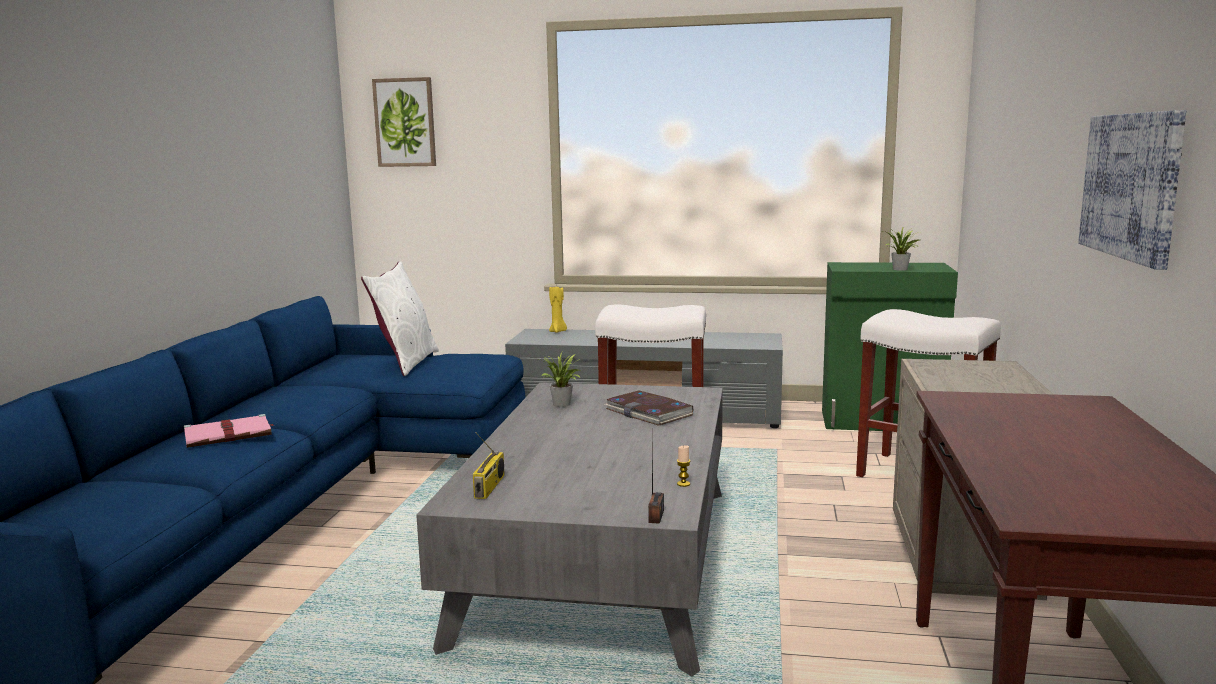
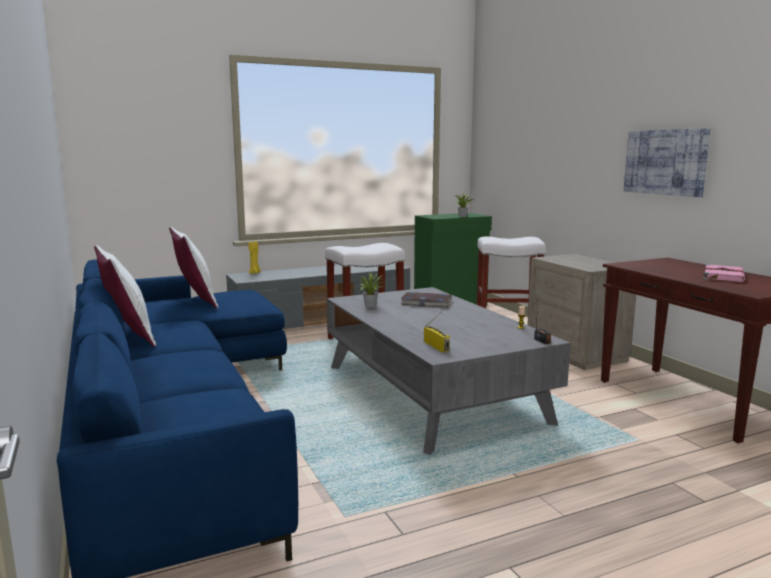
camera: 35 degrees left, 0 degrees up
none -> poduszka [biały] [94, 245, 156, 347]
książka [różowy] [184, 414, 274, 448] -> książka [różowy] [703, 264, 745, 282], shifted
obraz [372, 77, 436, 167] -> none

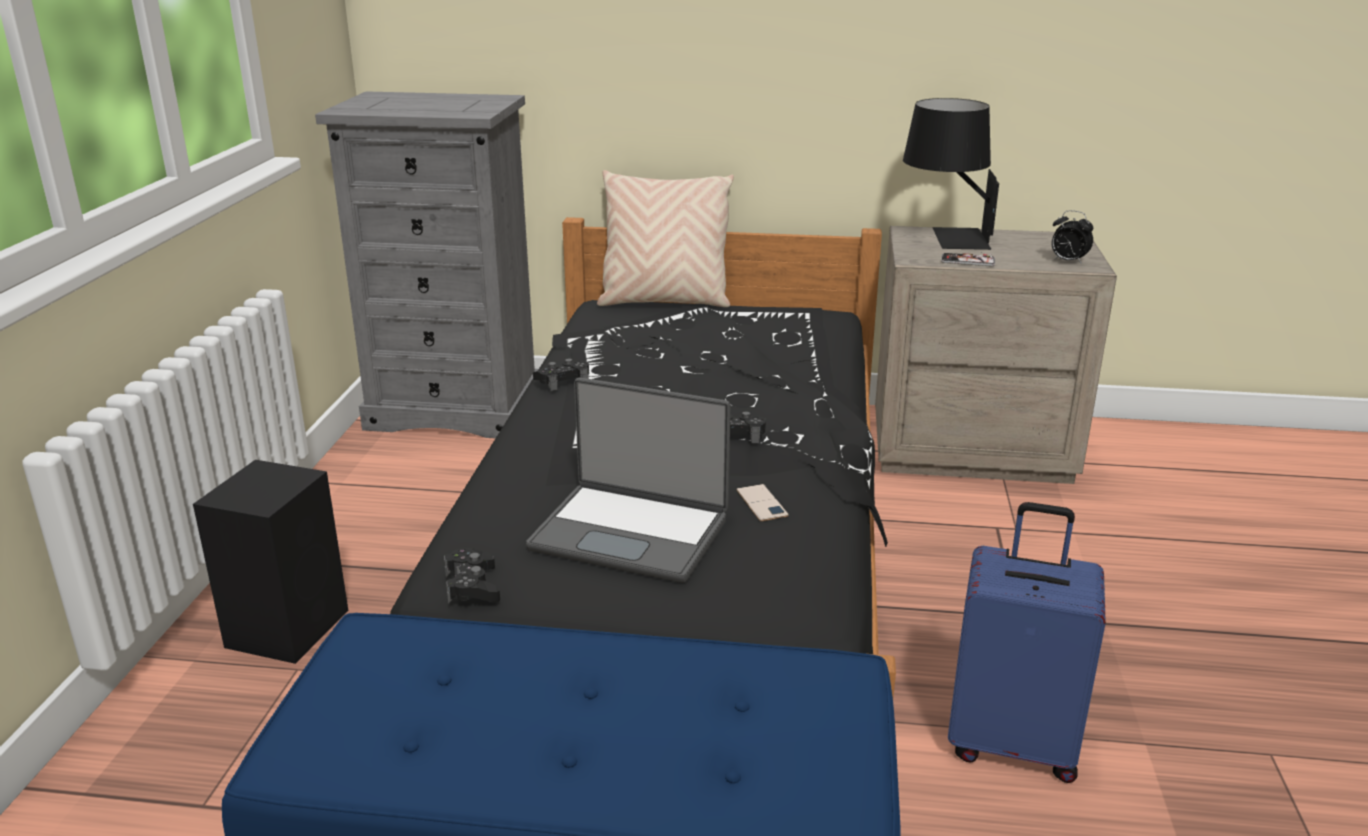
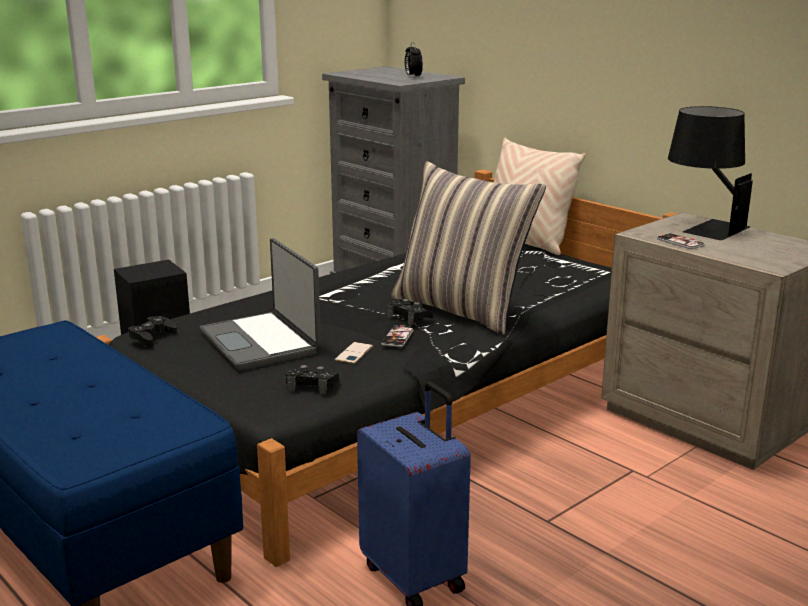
camera: 40 degrees right, 5 degrees down
pad do gier [czarny] [533, 359, 589, 391] -> pad do gier [czarny] [285, 365, 339, 394], shifted
none -> telefon [381, 325, 414, 347]
none -> poduszka [391, 161, 546, 335]
budzik [1052, 210, 1093, 263] -> budzik [405, 42, 423, 78], shifted

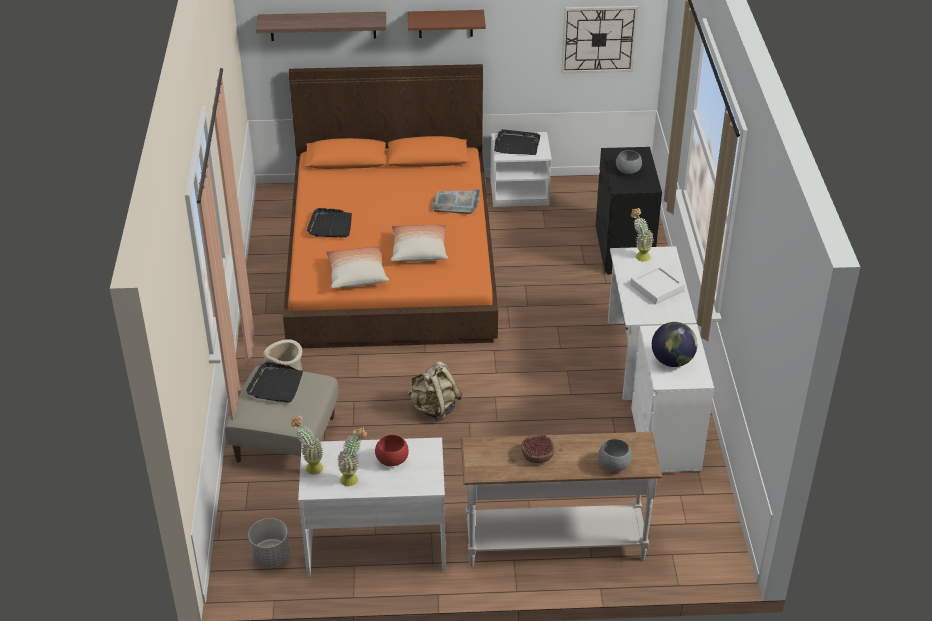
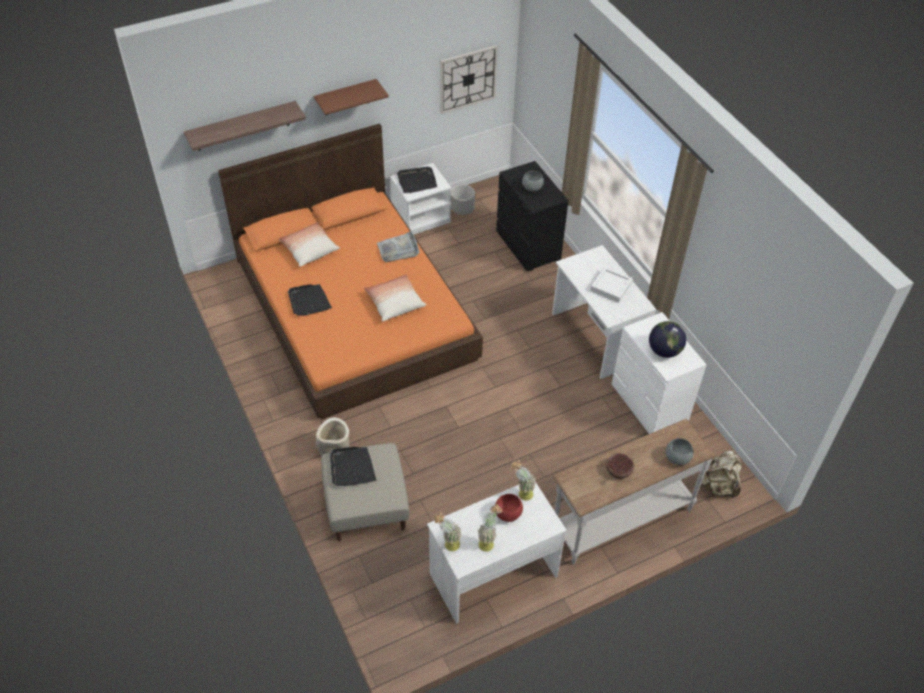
camera: 25 degrees left, 10 degrees up
poduszka [326, 246, 389, 288] -> poduszka [279, 222, 340, 267], shifted
donica [szary] [248, 518, 290, 568] -> donica [szary] [451, 185, 475, 215], shifted
roślina doniczkowa [631, 208, 654, 262] -> roślina doniczkowa [512, 460, 536, 501], shifted
plecak [beżowy] [408, 361, 462, 422] -> plecak [beżowy] [702, 451, 742, 498], shifted

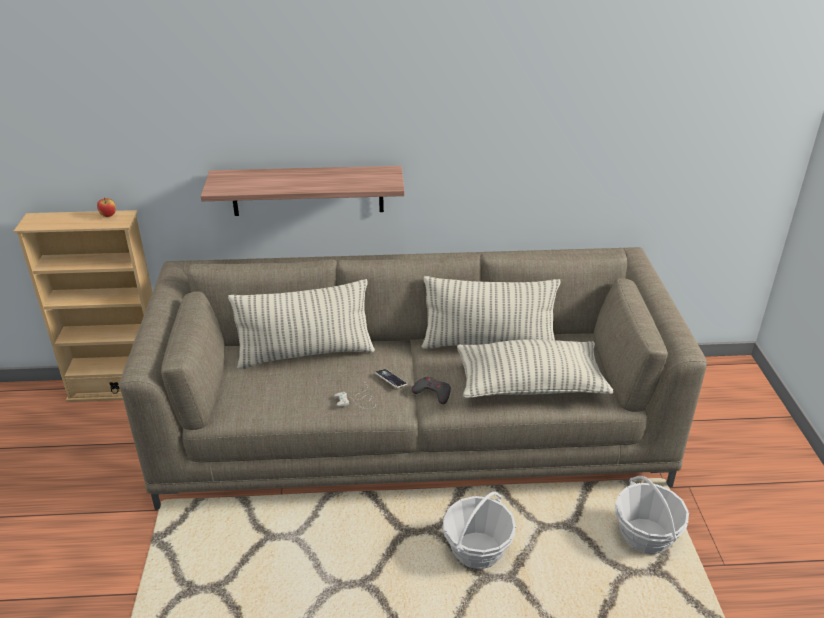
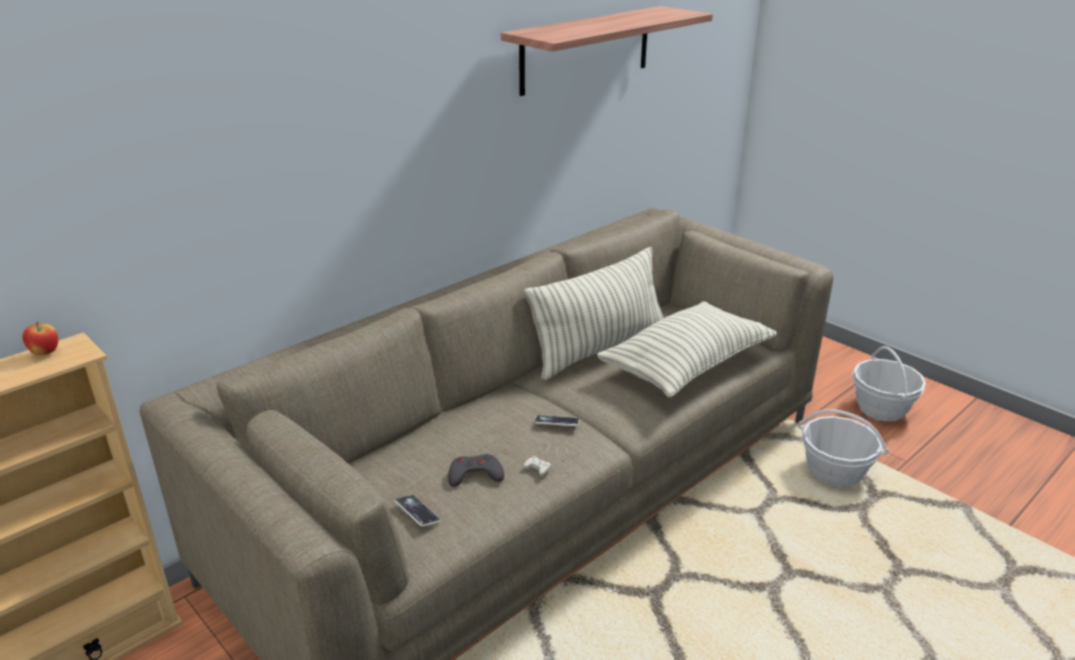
camera: 40 degrees left, 5 degrees down
none -> telefon [395, 495, 441, 527]
pad do gier [szary] [411, 377, 451, 404] -> pad do gier [szary] [448, 454, 504, 487], shifted
półka [201, 166, 405, 216] -> półka [501, 6, 713, 96], shifted
koszyk [442, 492, 516, 569] -> koszyk [852, 346, 926, 422], shifted
poduszka [228, 279, 375, 370] -> none

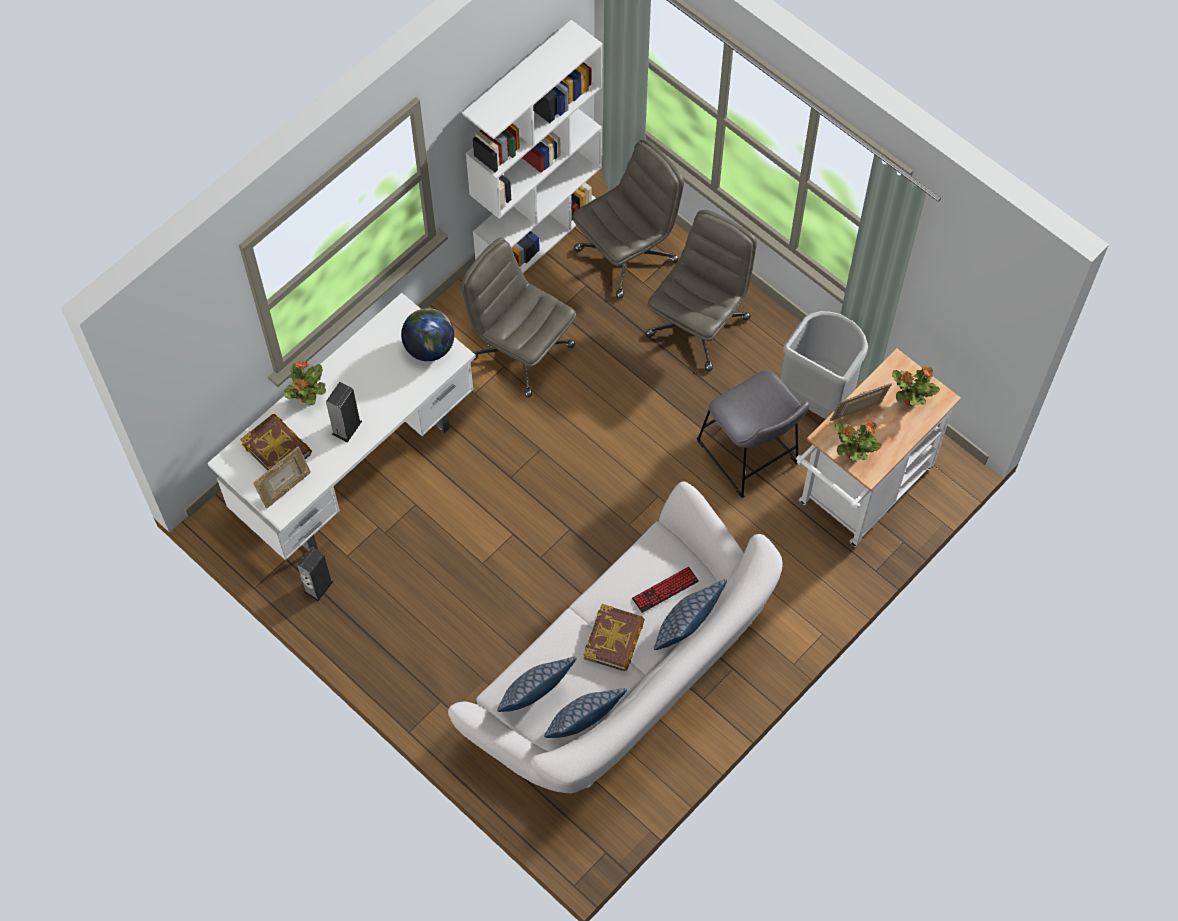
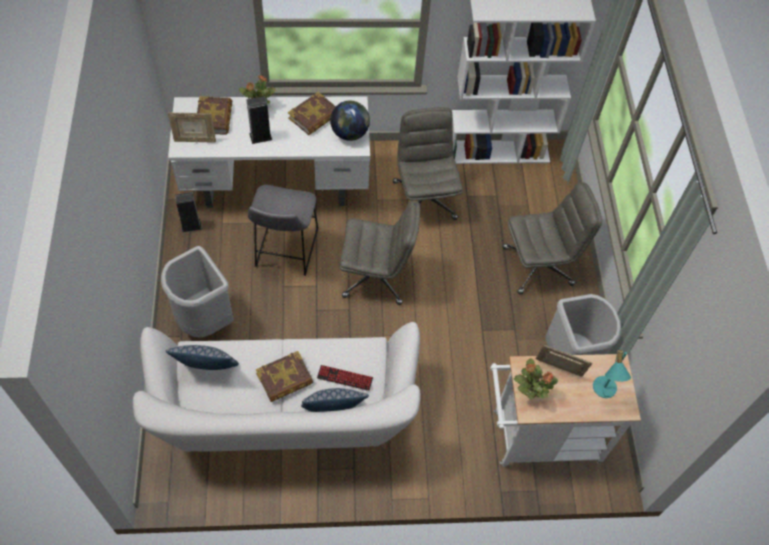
camera: 40 degrees right, 5 degrees down
none -> kosz na śmieci [szary] [161, 246, 234, 338]
stołek [szary] [697, 370, 810, 498] -> stołek [szary] [248, 185, 318, 276], shifted
none -> książka [288, 92, 336, 135]
krzesło biurowe [szary] [572, 139, 684, 298] -> krzesło biurowe [szary] [340, 201, 420, 305], shifted
roślina doniczkowa [892, 366, 940, 406] -> lampa stołowa [turkusowy] [593, 347, 631, 398]
poduszka [544, 688, 627, 738] -> none

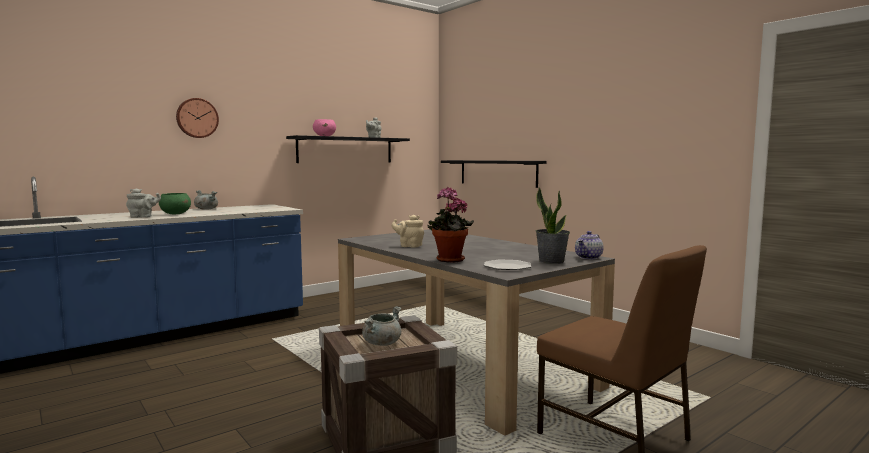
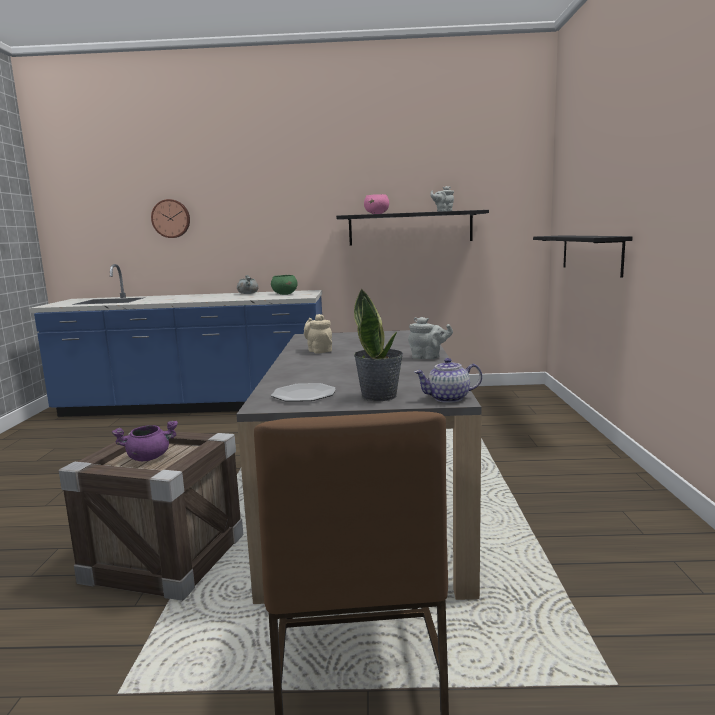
camera: 40 degrees right, 5 degrees up
garnek [szary] [362, 306, 401, 346] -> garnek [fioletowy] [112, 421, 178, 461]
zegar ścienny [176, 98, 219, 138] -> zegar ścienny [151, 199, 190, 238], shifted
miska [zielony] [159, 193, 191, 214] -> miska [zielony] [271, 275, 298, 295], shifted
imbryk [szary] [126, 188, 161, 218] -> imbryk [szary] [408, 317, 453, 359], shifted
roślina doniczkowa [428, 187, 474, 263] -> none

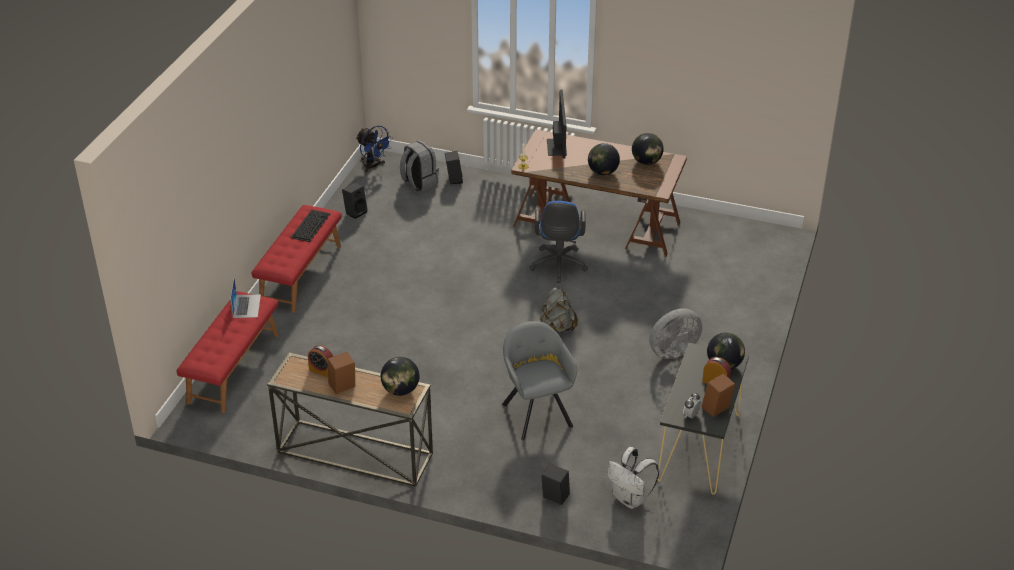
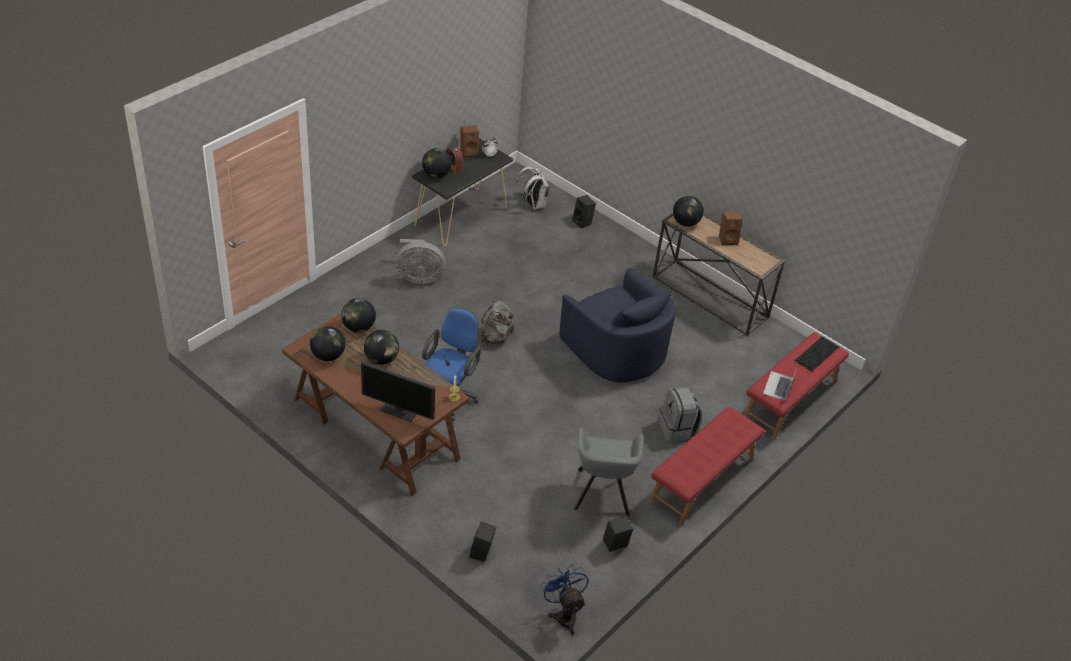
camera: 160 degrees left, 5 degrees up
none -> globus [341, 298, 376, 332]
monitor [547, 90, 567, 158] -> monitor [361, 361, 435, 422], 90 degrees counterclockwise
none -> fotel [niebieski] [560, 268, 676, 382]
fotel [szary] [502, 321, 577, 440] -> fotel [szary] [574, 427, 643, 516], shifted
plecak [szary] [400, 140, 439, 191] -> plecak [szary] [658, 387, 702, 442], shifted
klawiatura [290, 210, 331, 242] -> klawiatura [795, 336, 839, 371], shifted
budzik [308, 345, 334, 378] -> none

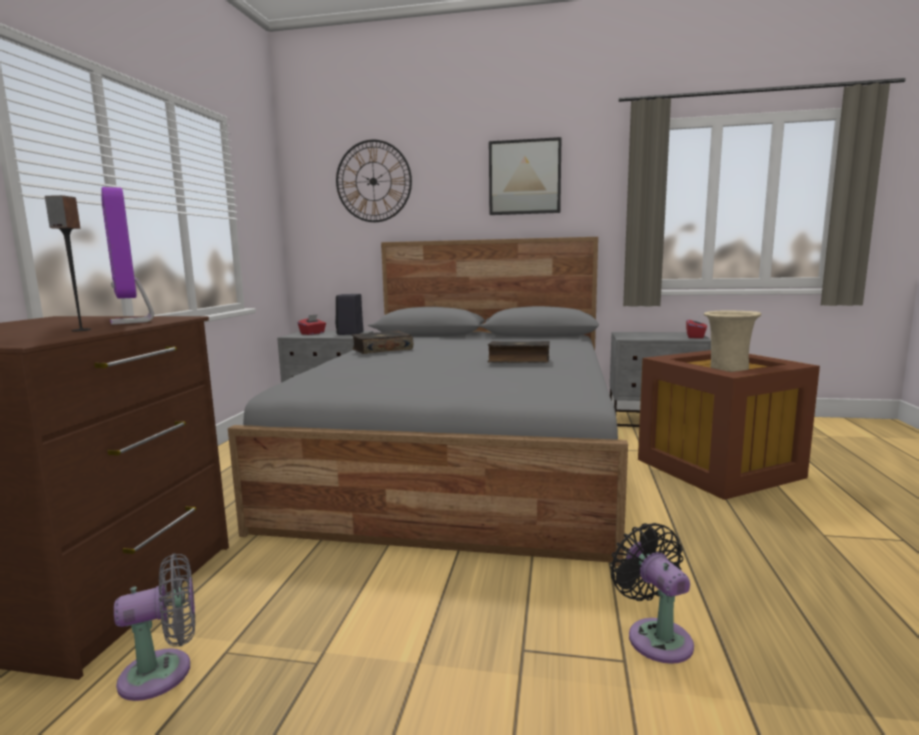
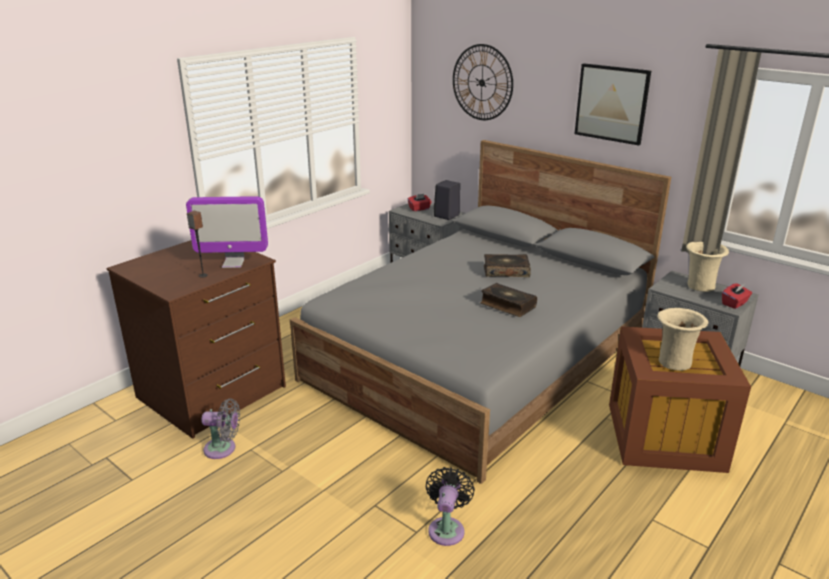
camera: 30 degrees right, 15 degrees up
monitor [101, 187, 154, 325] -> monitor [186, 196, 268, 268], 90 degrees counterclockwise
książka [352, 330, 413, 354] -> książka [484, 254, 531, 277], shifted
none -> wazon [beżowy] [686, 242, 729, 292]

